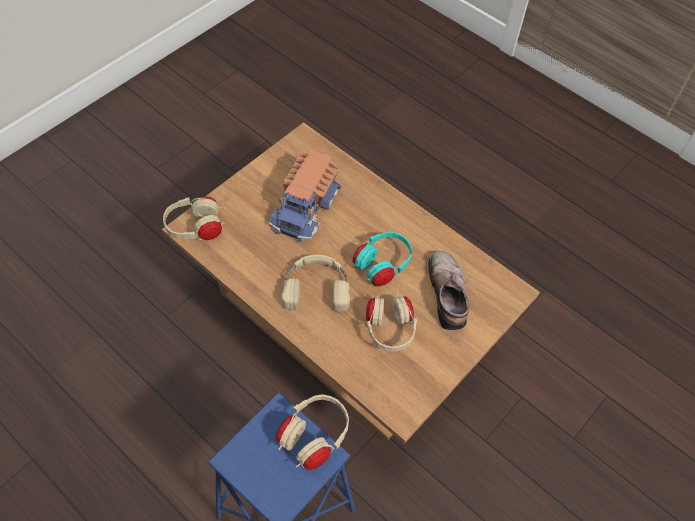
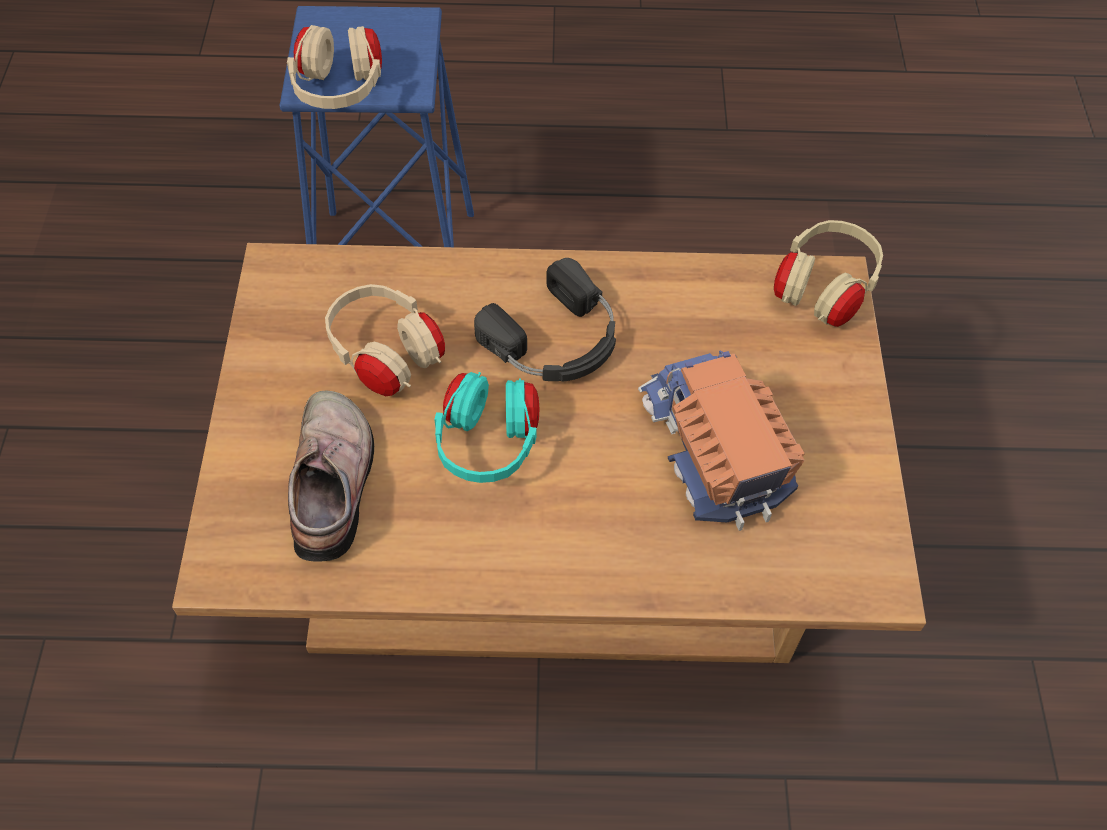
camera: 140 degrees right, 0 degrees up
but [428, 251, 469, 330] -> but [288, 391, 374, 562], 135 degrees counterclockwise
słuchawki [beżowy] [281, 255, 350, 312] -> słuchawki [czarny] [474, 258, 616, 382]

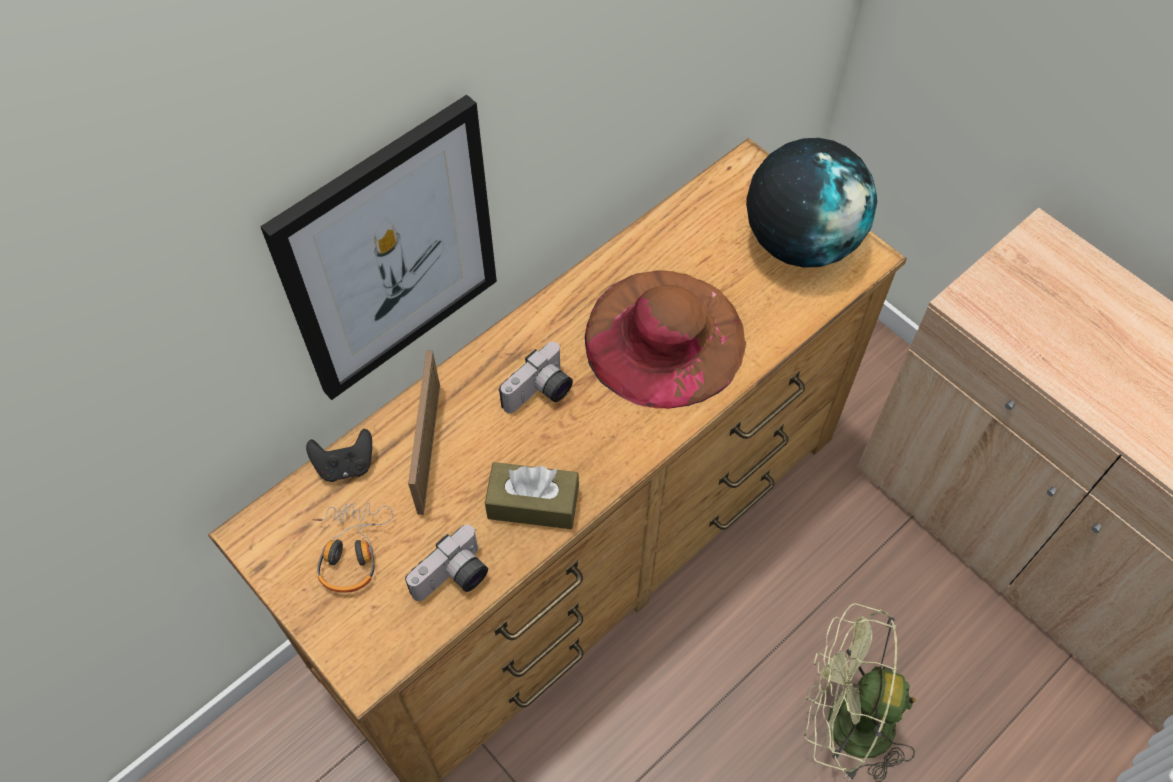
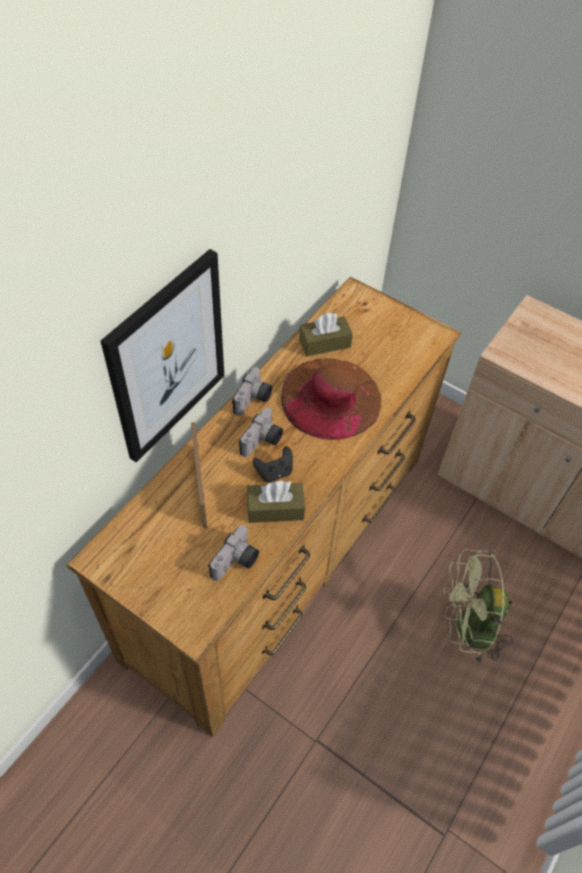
camera: 15 degrees left, 5 degrees down
none -> aparat fotograficzny [232, 367, 272, 416]
pad do gier [czarny] [306, 429, 372, 482] -> pad do gier [czarny] [253, 446, 293, 482], shifted
none -> pudełko chusteczek [brązowy] [299, 313, 353, 356]
słuchawki [312, 502, 393, 593] -> none
globus [746, 138, 877, 268] -> none

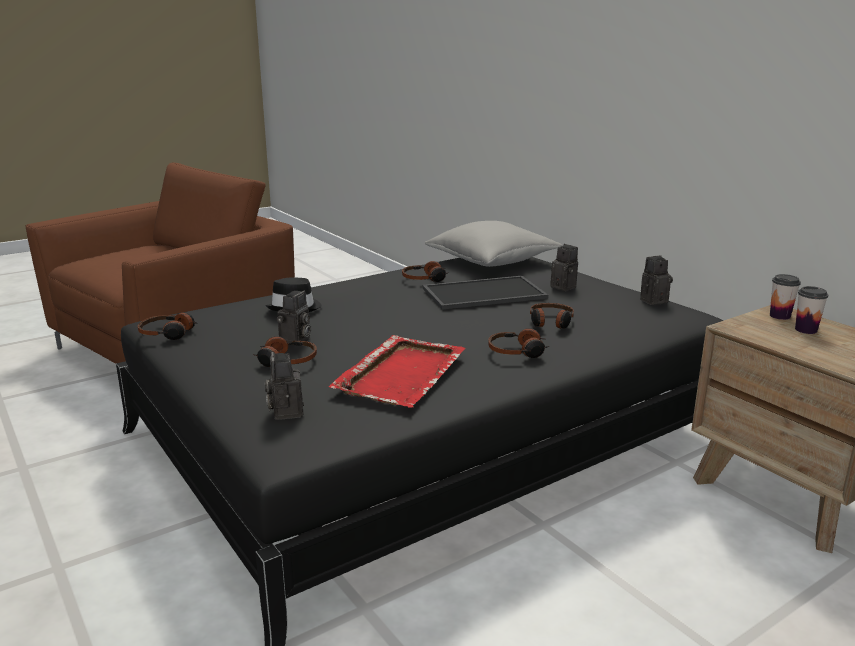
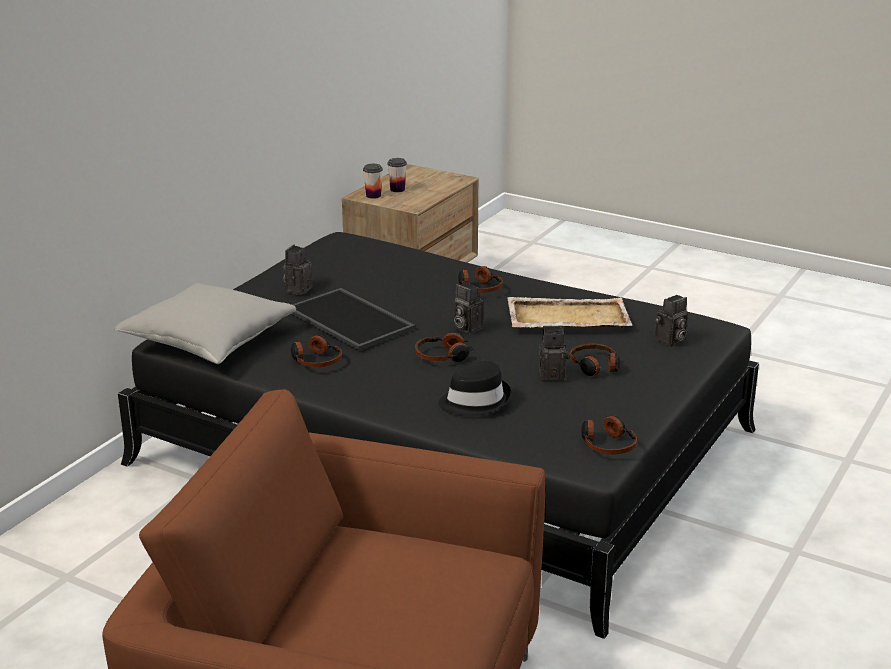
camera: 115 degrees left, 5 degrees up
słuchawki [530, 303, 574, 329] -> słuchawki [415, 332, 473, 362], shifted
aparat fotograficzny [640, 255, 673, 305] -> aparat fotograficzny [454, 283, 484, 334], shifted
taca [czerwony] [329, 335, 465, 408] -> taca [beżowy] [507, 297, 633, 328]

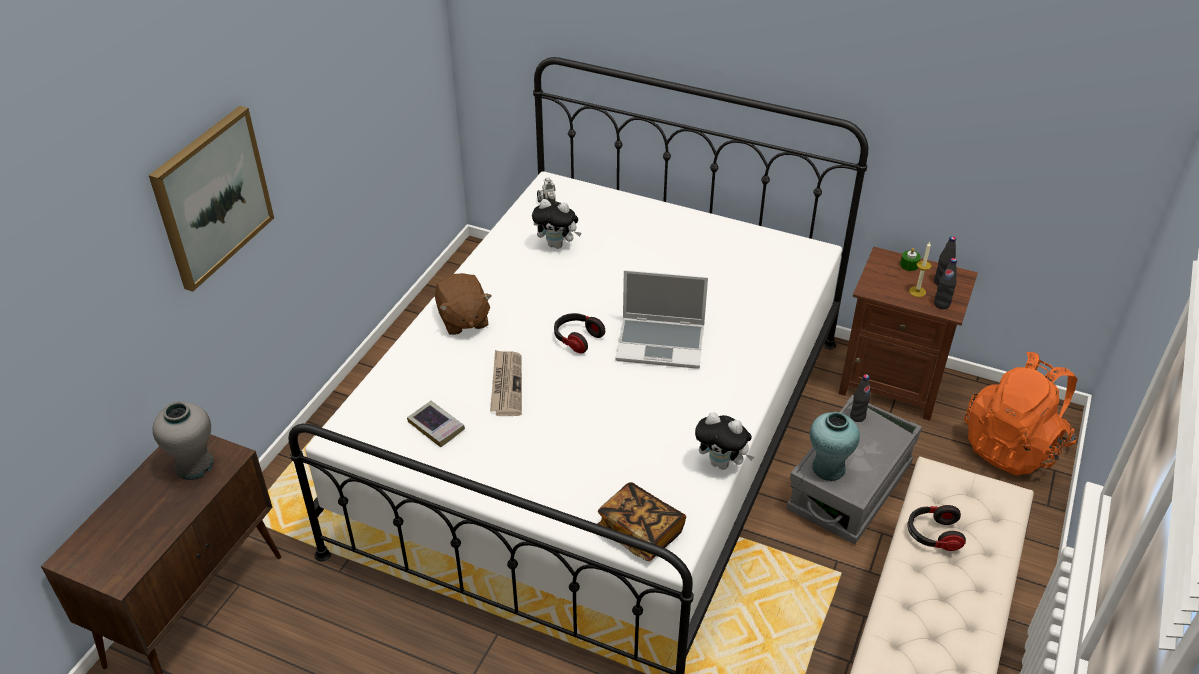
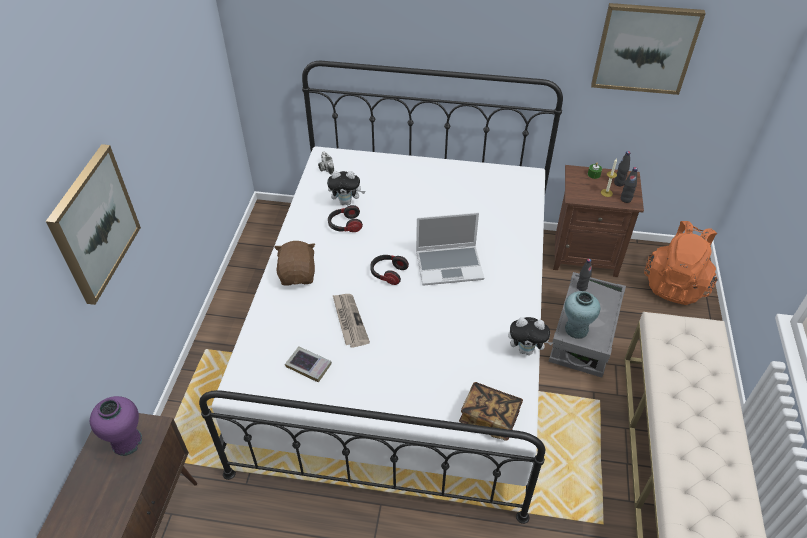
camera: 15 degrees left, 5 degrees up
wazon [szary] [153, 402, 214, 480] -> wazon [fioletowy] [90, 396, 142, 456]
pluszak [brązowy] [435, 273, 492, 335] -> pluszak [brązowy] [274, 241, 315, 286], 150 degrees counterclockwise
słuchawki [908, 505, 966, 551] -> słuchawki [328, 205, 363, 232], shifted
none -> obraz [591, 3, 706, 95]

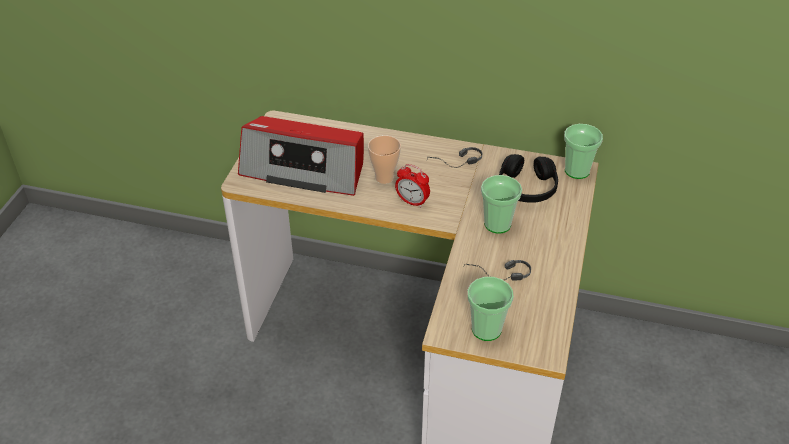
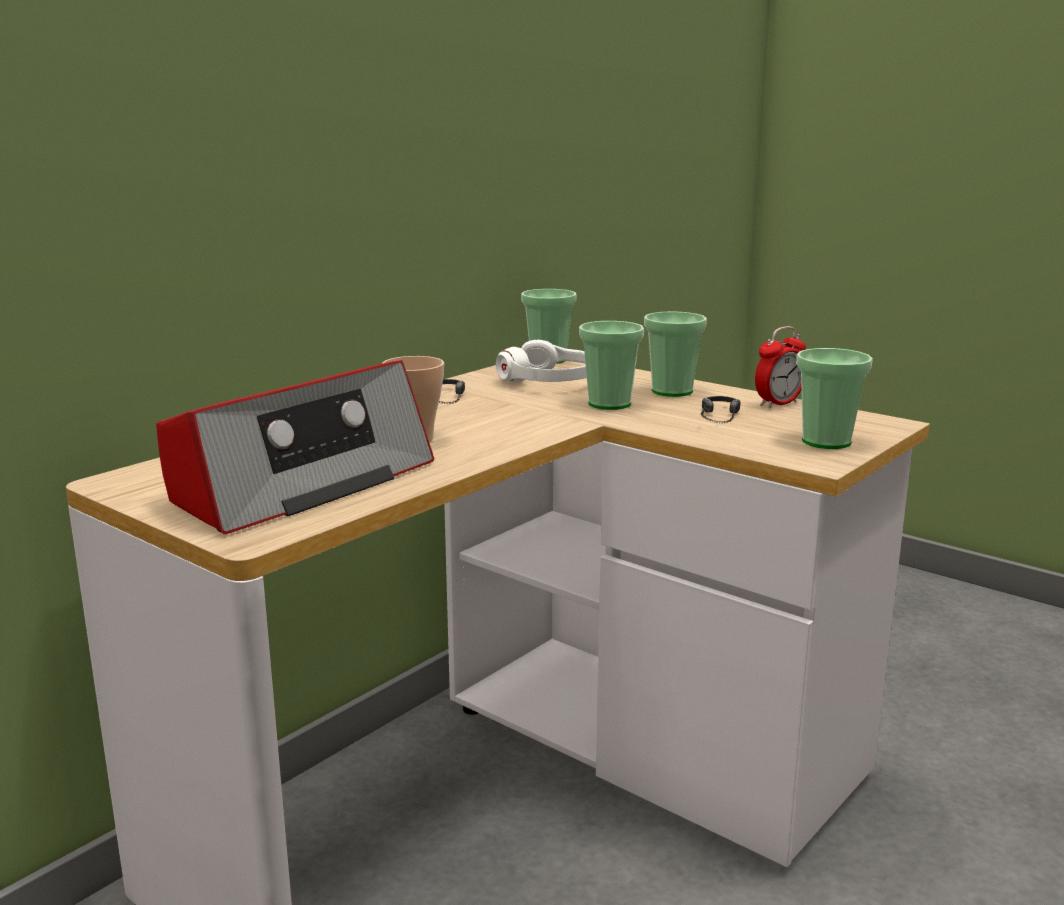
camera: 65 degrees left, 25 degrees down
słuchawki [czarny] [499, 154, 558, 203] -> słuchawki [biały] [496, 340, 587, 382]
none -> filiżanka [644, 311, 707, 397]
budzik [395, 164, 430, 208] -> budzik [755, 326, 806, 408], shifted

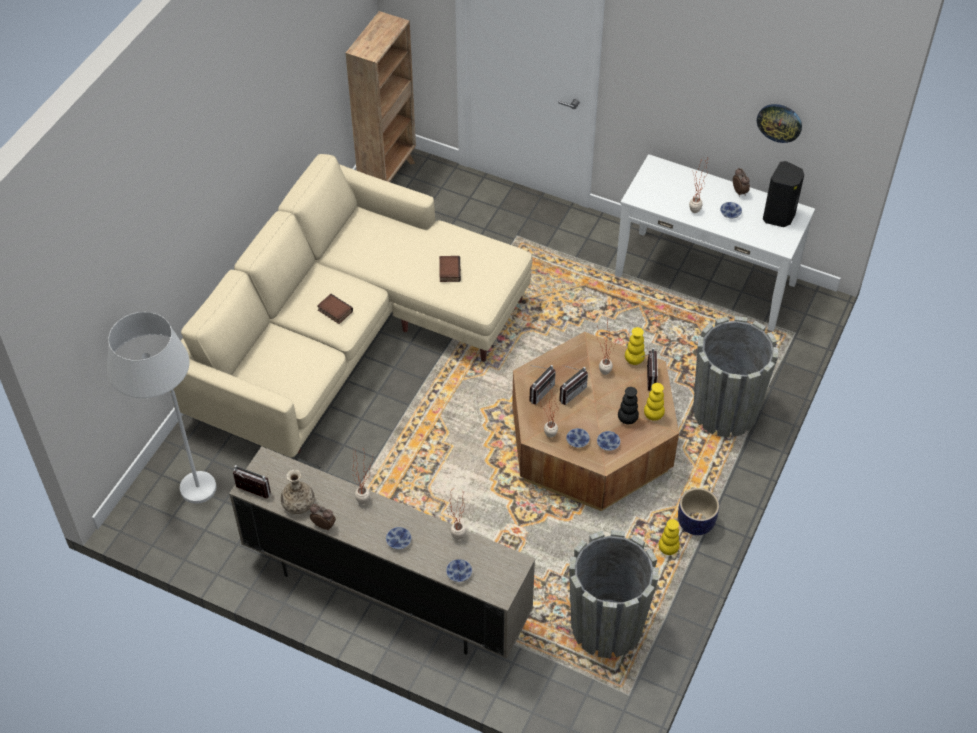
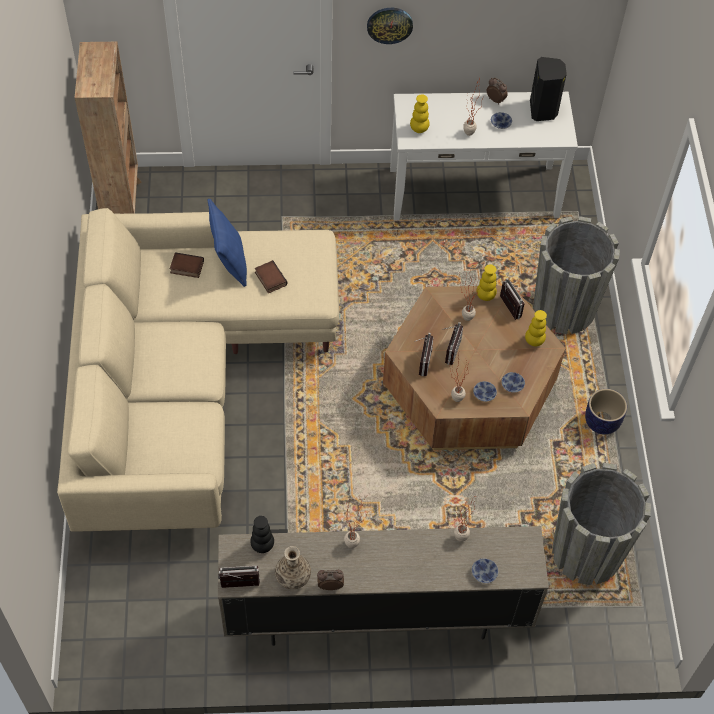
camera: 30 degrees left, 5 degrees up
książka [317, 294, 353, 324] -> książka [170, 252, 204, 278], shifted
none -> poduszka [niebieski] [208, 199, 247, 287]
wazon [czarny] [618, 387, 639, 424] -> wazon [czarny] [250, 516, 274, 553], shifted
zegar ścienny [757, 104, 802, 143] -> zegar ścienny [367, 8, 413, 44], shifted
wazon [żółty] [659, 519, 680, 555] -> wazon [żółty] [410, 94, 430, 133], shifted
lampa stojąca [biały] [107, 312, 216, 504] -> none
miska [386, 527, 412, 549] -> none

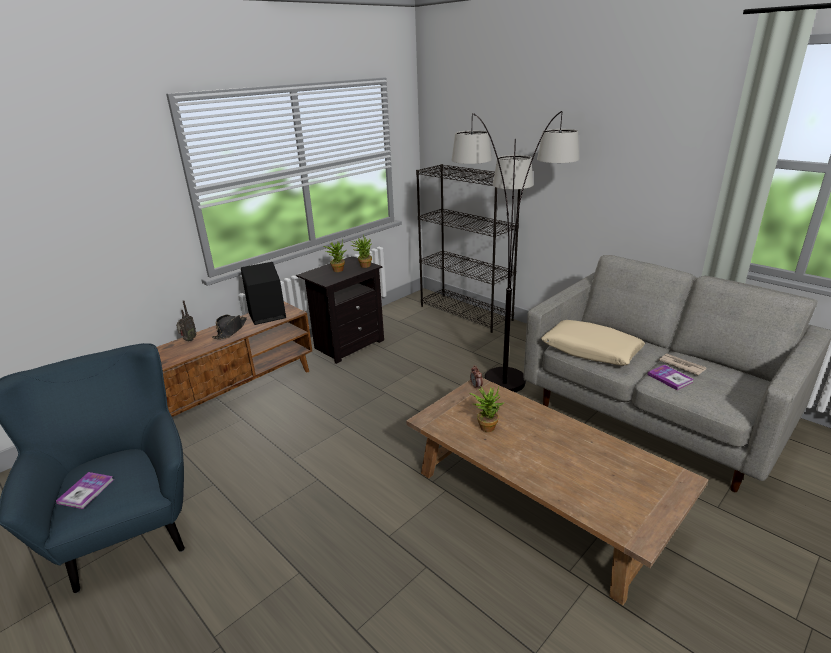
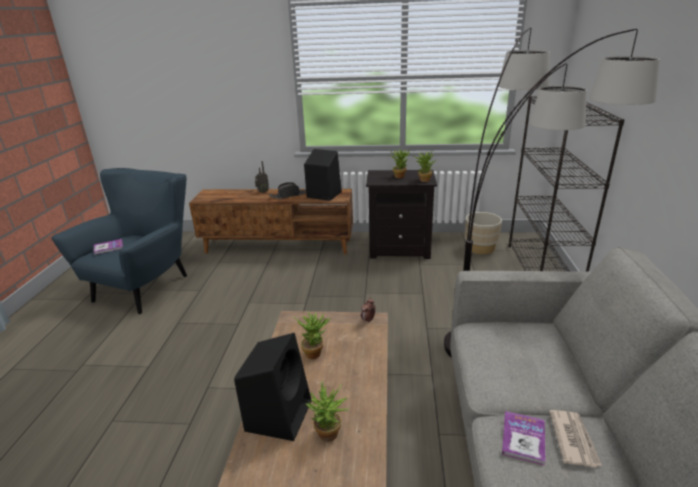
camera: 50 degrees right, 0 degrees up
none -> głośnik [czarny] [234, 333, 312, 441]
none -> roślina doniczkowa [305, 381, 349, 442]
none -> donica [beżowy] [465, 212, 502, 254]
poduszka [beżowy] [541, 320, 645, 366] -> none

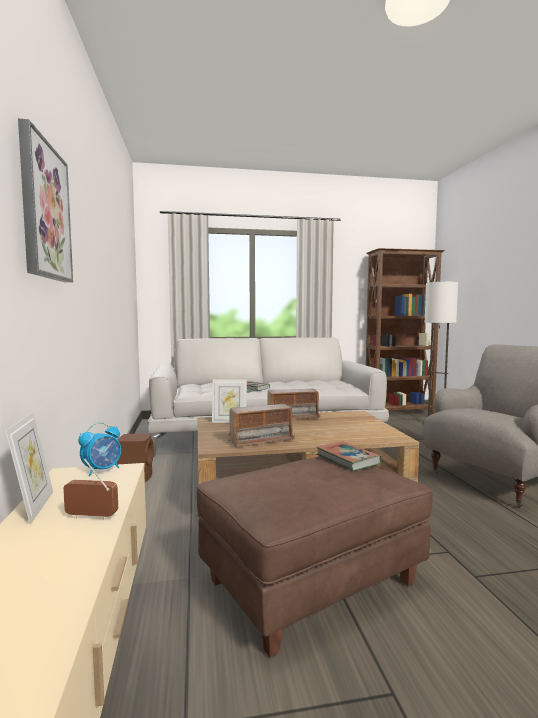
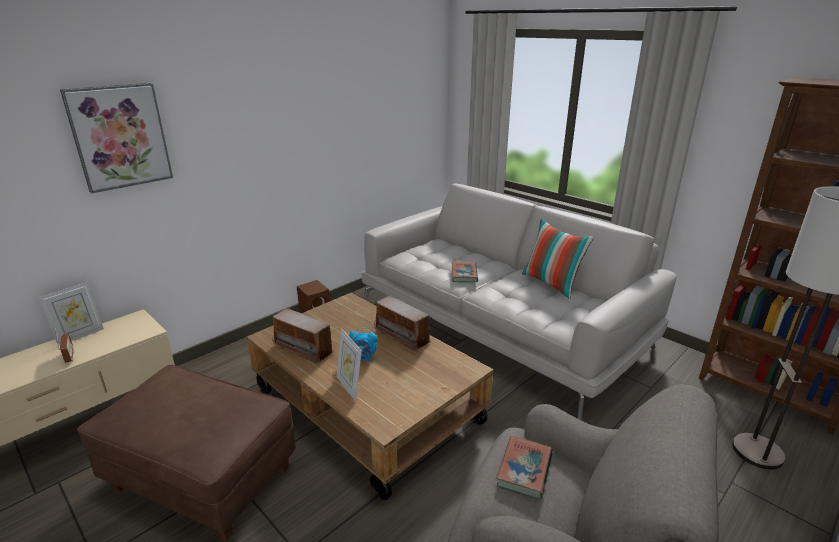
camera: 55 degrees right, 20 degrees up
ramka na zdjęcie [212, 379, 247, 423] -> ramka na zdjęcie [337, 328, 362, 402], shifted
budzik [78, 422, 121, 476] -> budzik [349, 327, 378, 362], shifted
książka [316, 441, 381, 471] -> książka [496, 436, 553, 499], shifted
none -> poduszka [522, 218, 594, 299]

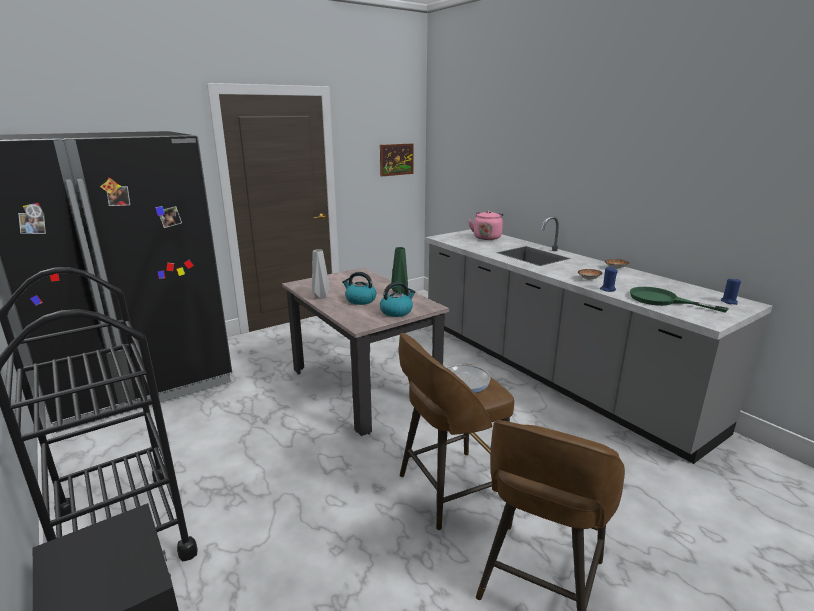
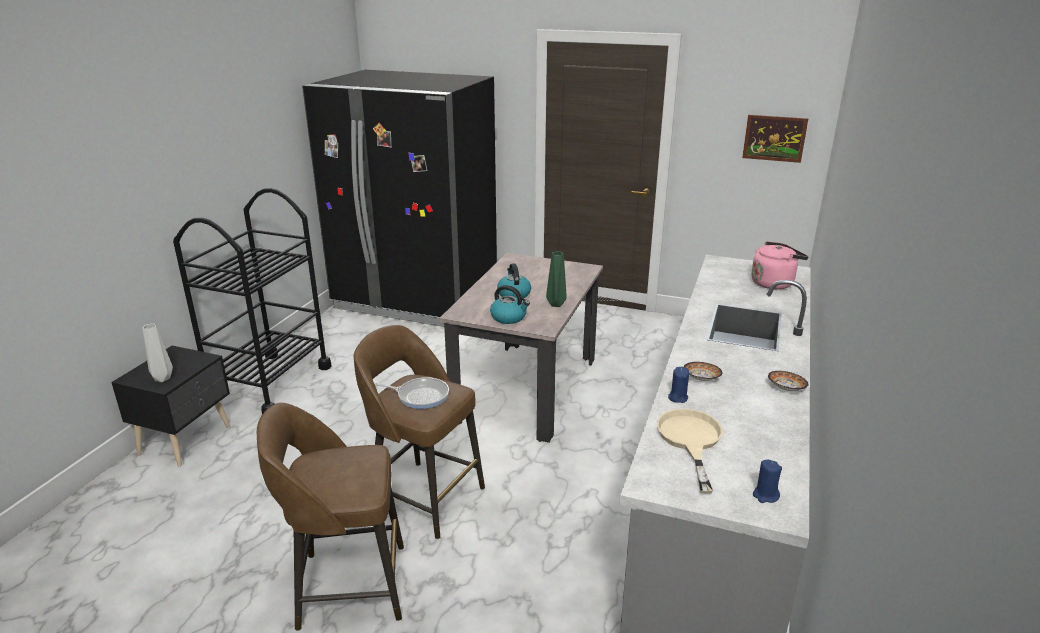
camera: 55 degrees right, 5 degrees up
wazon [szary] [312, 249, 330, 299] -> wazon [szary] [142, 323, 173, 382], shifted
patelnia [zielony] [630, 287, 728, 312] -> patelnia [beżowy] [657, 409, 723, 494]

